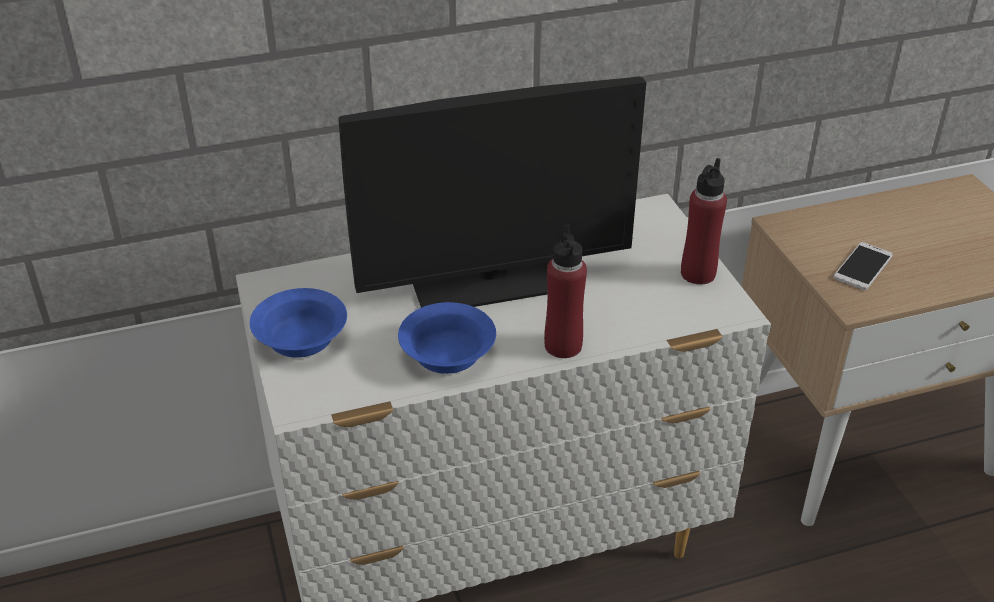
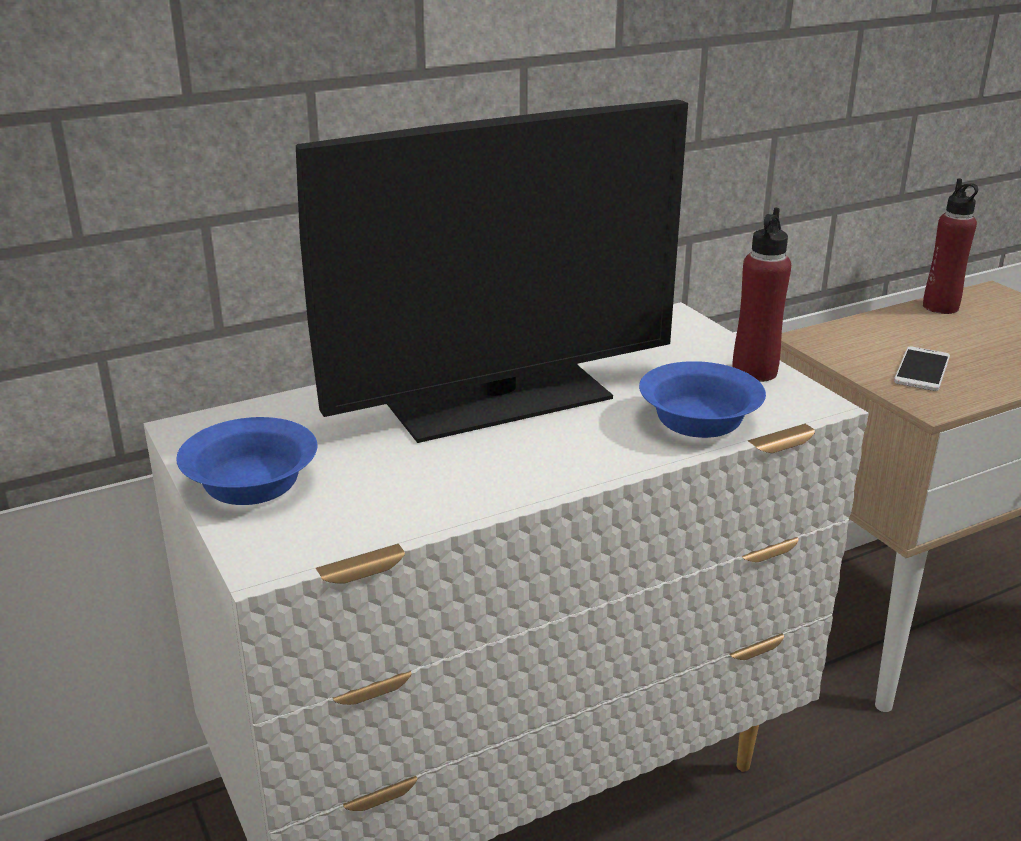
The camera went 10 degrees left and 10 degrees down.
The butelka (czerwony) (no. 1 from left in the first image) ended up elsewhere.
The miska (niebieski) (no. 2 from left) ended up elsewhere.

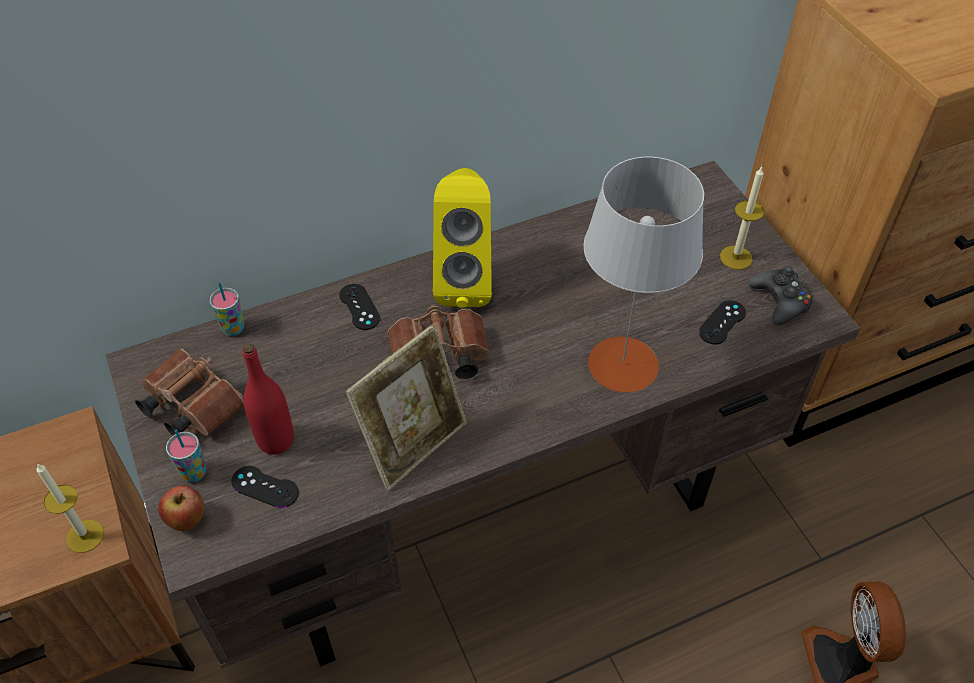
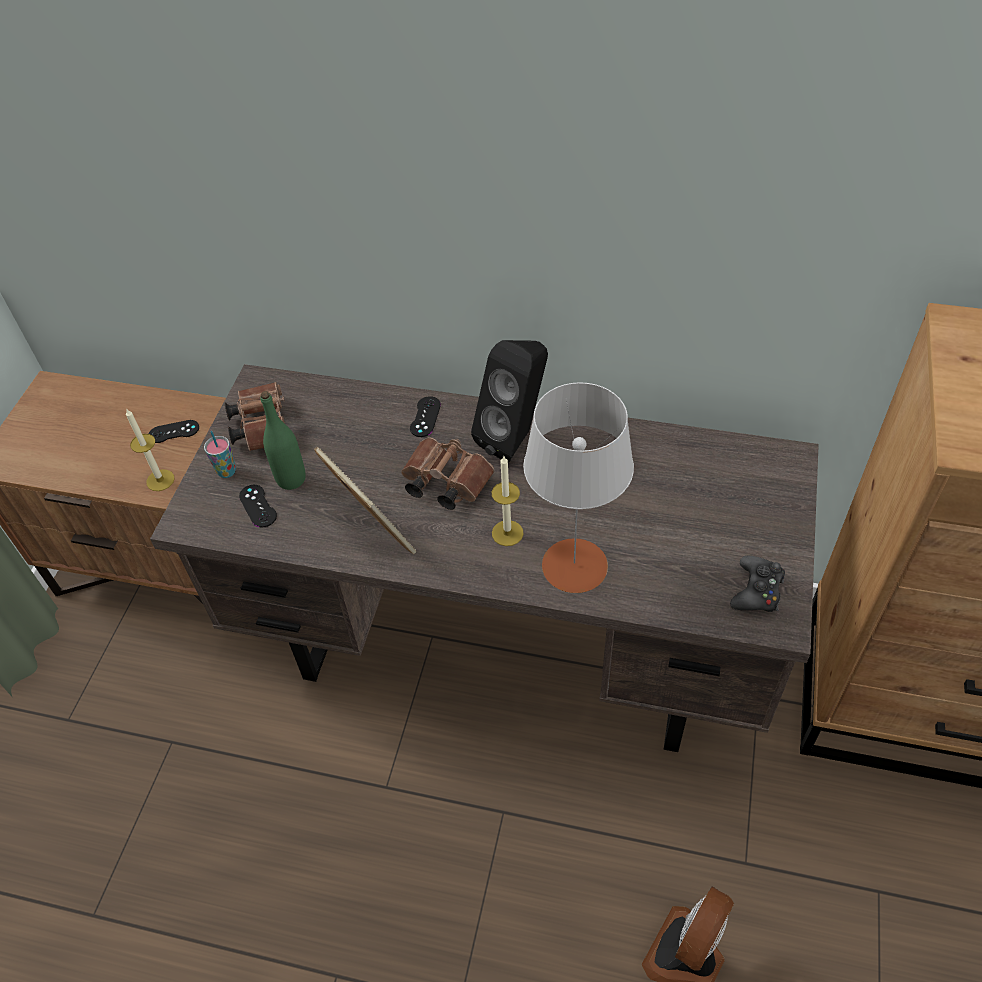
The camera went 40 degrees right and 0 degrees up.
The świeca (no. 2 from left) ended up elsewhere.
What was the głośnik (żółty) turned into the głośnik (czarny).
The second view lost the filiżanka (no. 2 from left).
The pad do gier (czarny) (no. 3 from left in the first image) ended up elsewhere.
The ramka na zdjęcie ended up facing another way, 120 degrees counterclockwise from before.
What was the butelka (czerwony) turned into the butelka (zielony).
The second view lost the jabłko.

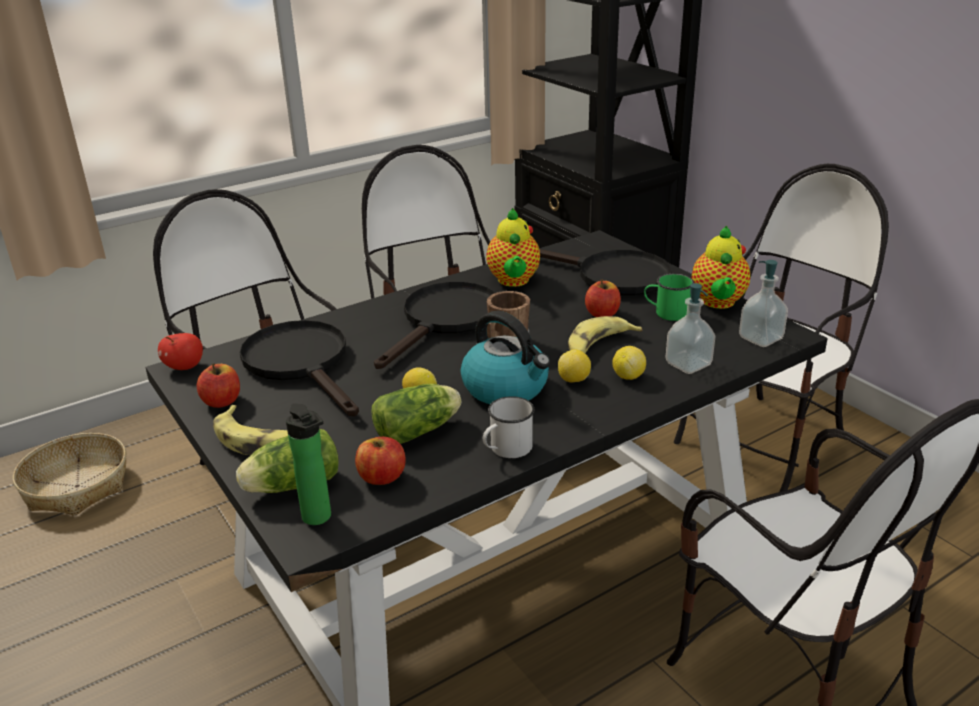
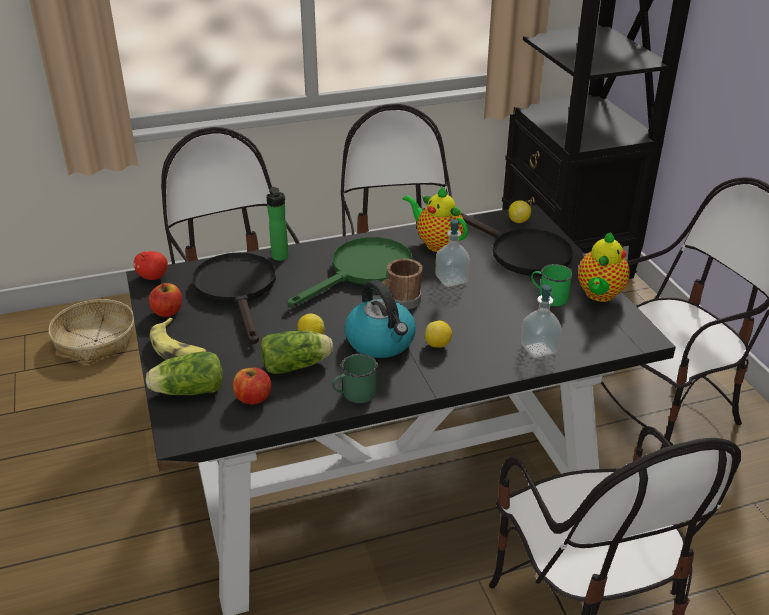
The camera went 15 degrees right and 5 degrees up.
The imbryk (no. 1 from left) ended up facing another way, 120 degrees clockwise from before.
The dozownik mydła (no. 2 from left in the first image) ended up elsewhere.
The second view lost the jabłko (no. 4 from left).
What was the patelnia (czarny) (no. 2 from left) turned into the patelnia (zielony).
The second view lost the banan (no. 2 from left).
The cytryna (no. 3 from left) ended up elsewhere.
What was the kubek (biały) turned into the kubek (zielony) (no. 1 from left).
The butelka ended up elsewhere.

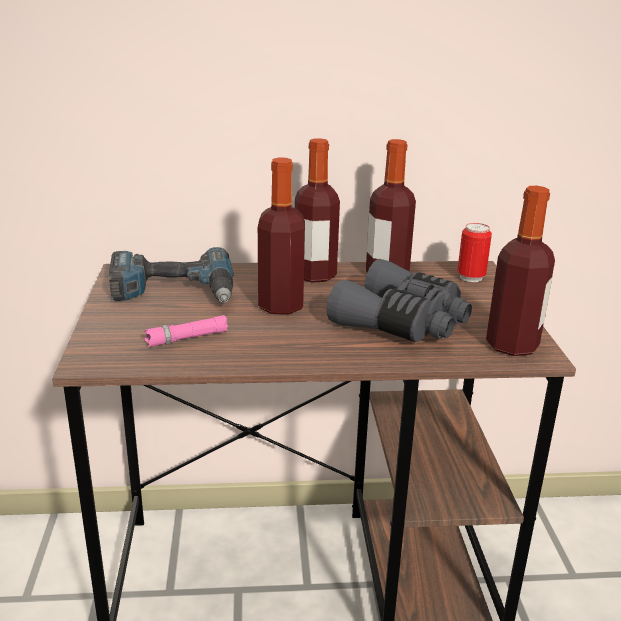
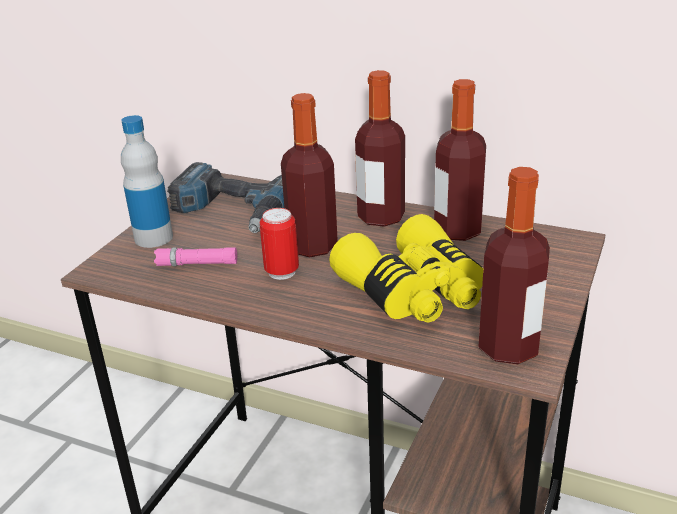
The camera went 30 degrees right and 5 degrees up.
The puszka ended up elsewhere.
What was the lornetka (szary) turned into the lornetka (żółty).
The second view gained the butelka (no. 1 from left).

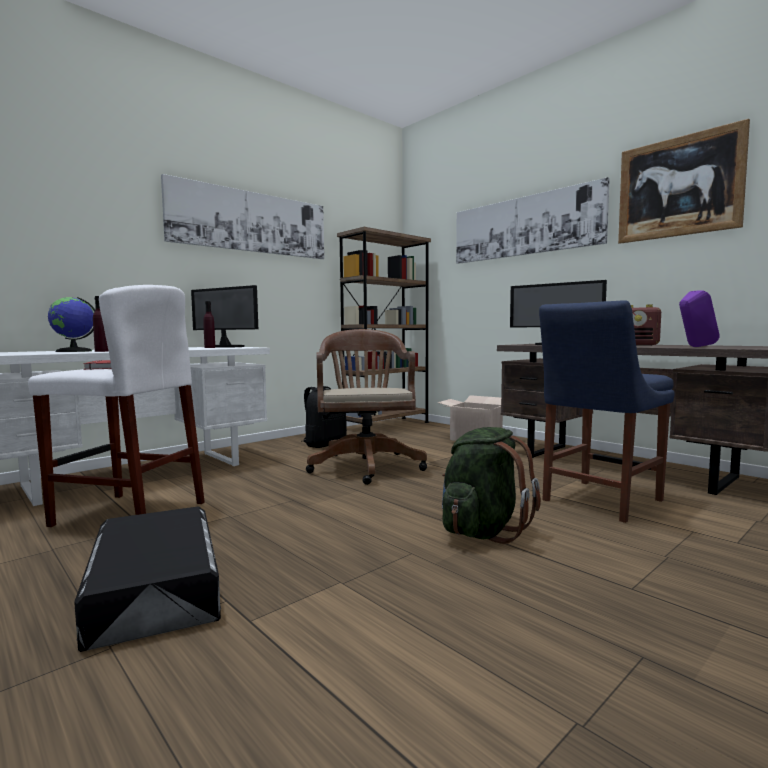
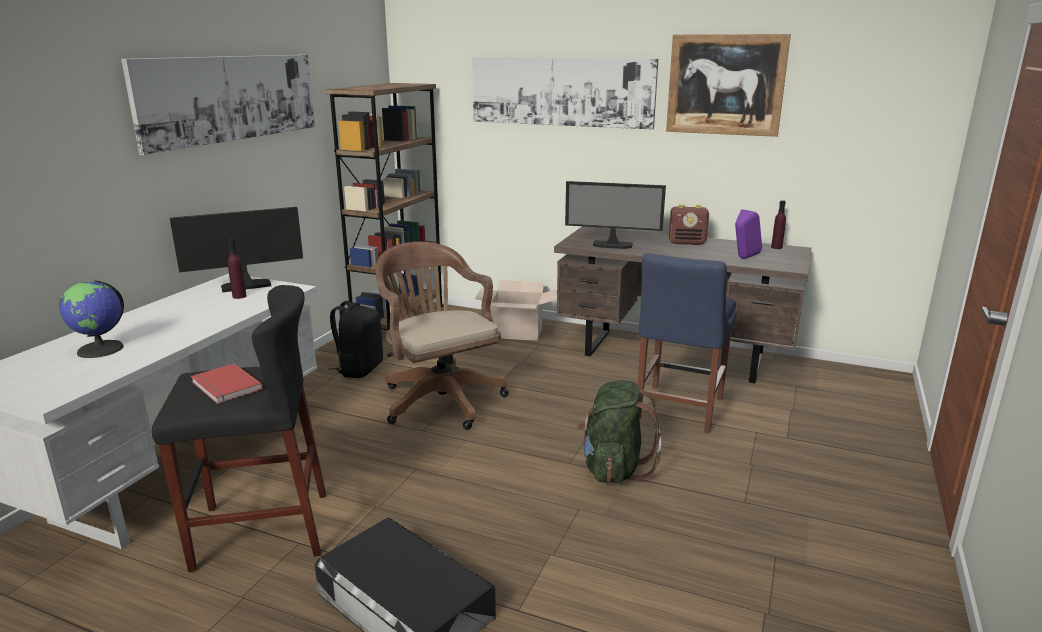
The camera went 25 degrees left and 15 degrees up.
What was the stołek (biały) turned into the stołek (czarny).
The monitor (no. 1 from left) ended up facing another way, 150 degrees clockwise from before.
The butelka (fioletowy) (no. 1 from left in the first image) ended up elsewhere.

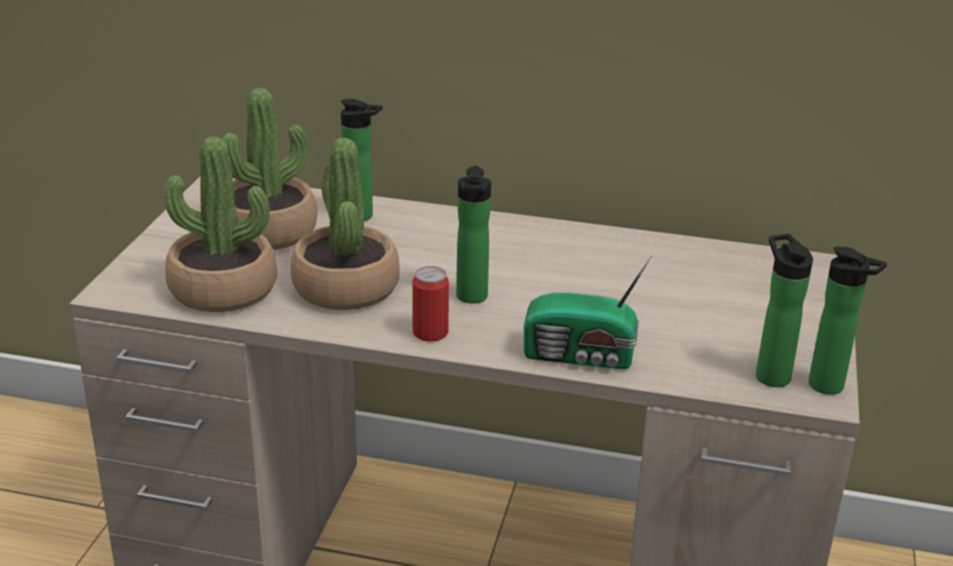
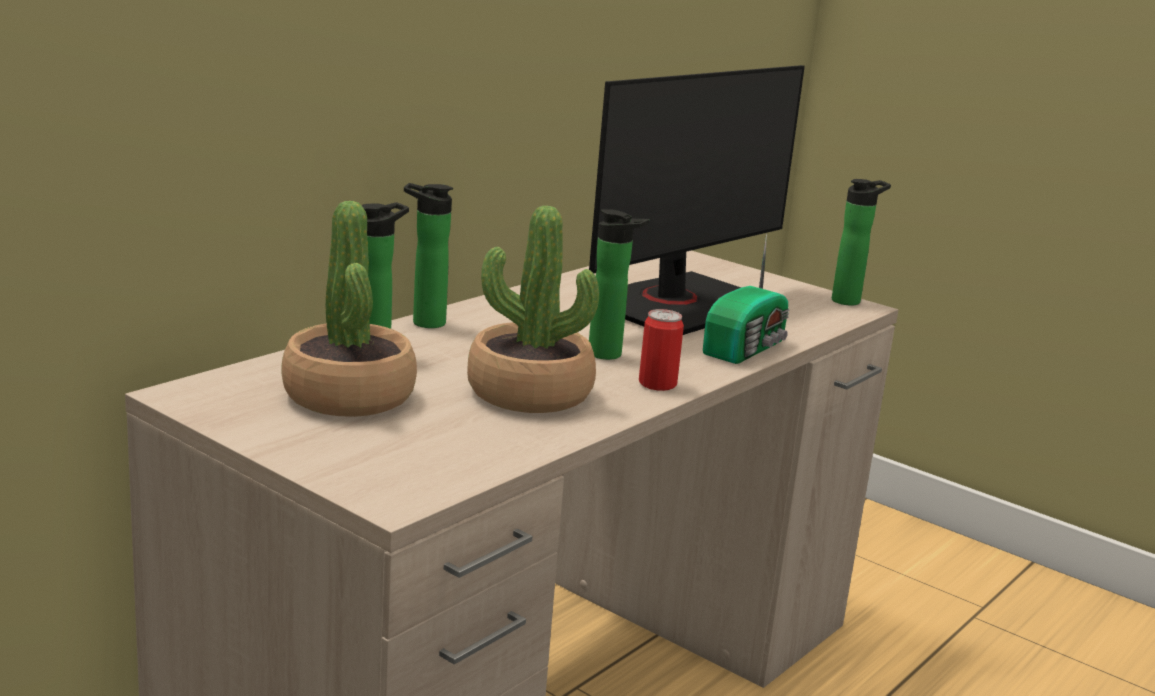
The camera went 65 degrees left and 10 degrees down.
The second view lost the roślina doniczkowa (no. 1 from left).
The butelka (no. 3 from left in the first image) ended up elsewhere.
The second view gained the monitor.

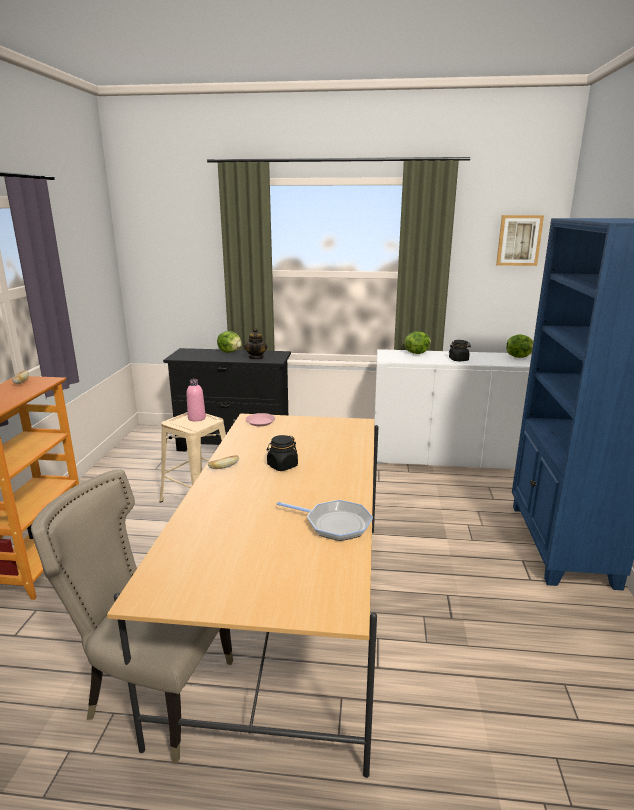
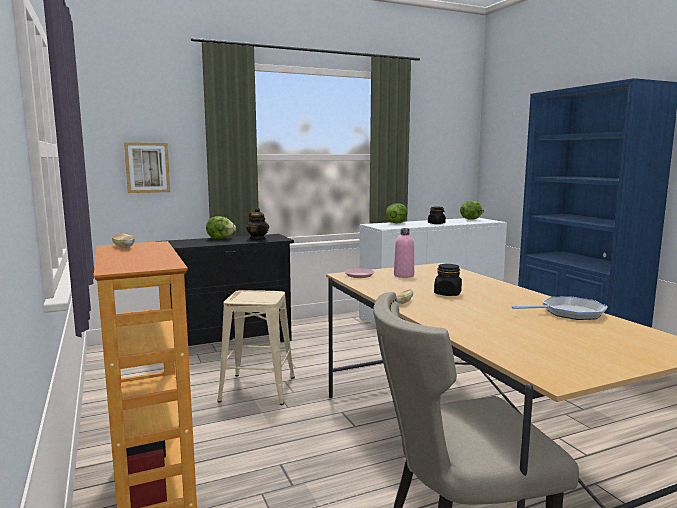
The camera went 30 degrees left and 10 degrees down.
The obraz ended up elsewhere.
The butelka (różowy) ended up elsewhere.

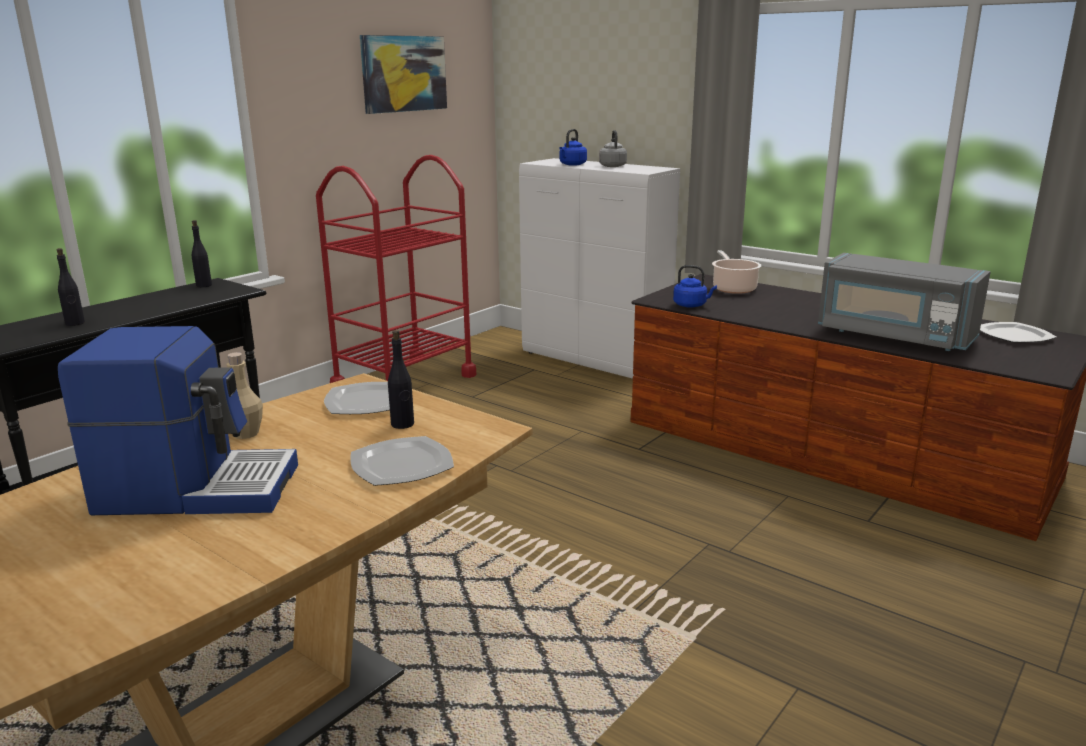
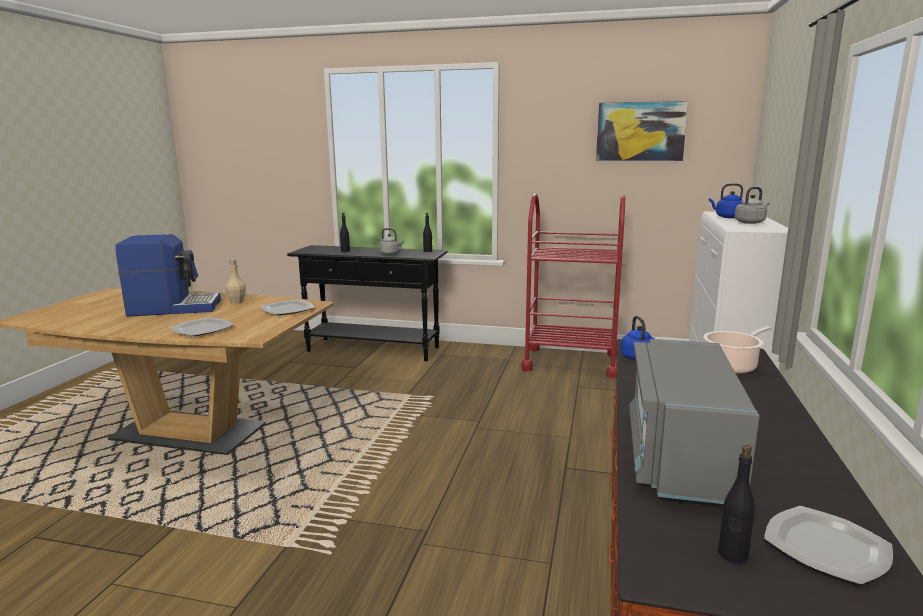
The camera went 65 degrees right and 5 degrees down.
The ekspres do kawy ended up facing another way, 75 degrees counterclockwise from before.
The butelka (czarny) (no. 3 from left) ended up elsewhere.
The second view gained the czajnik (szary) (no. 1 from left).

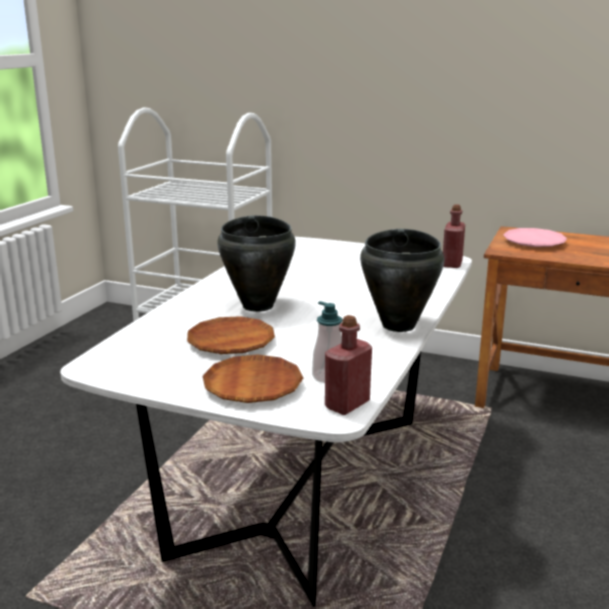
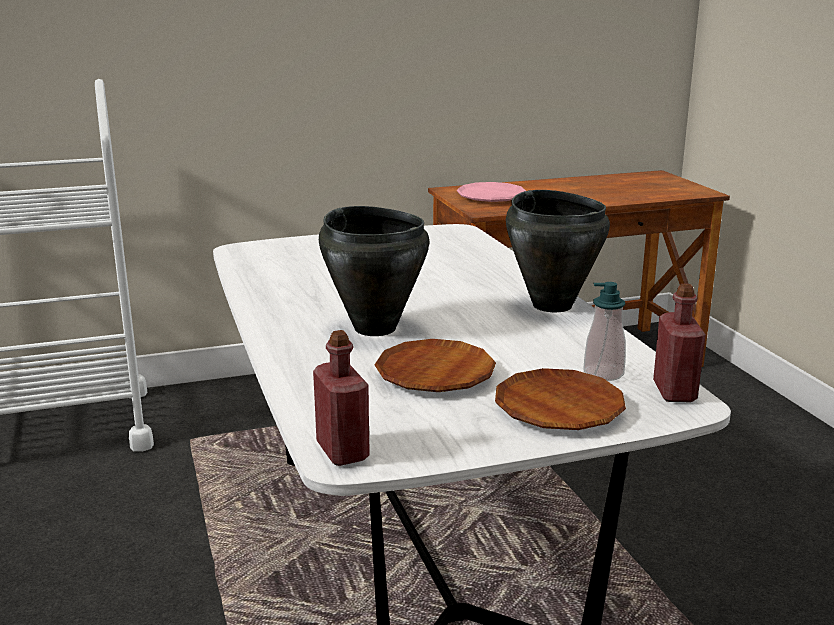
The camera went 40 degrees left and 0 degrees up.
The butelka (czerwony) (no. 2 from left in the first image) ended up elsewhere.

